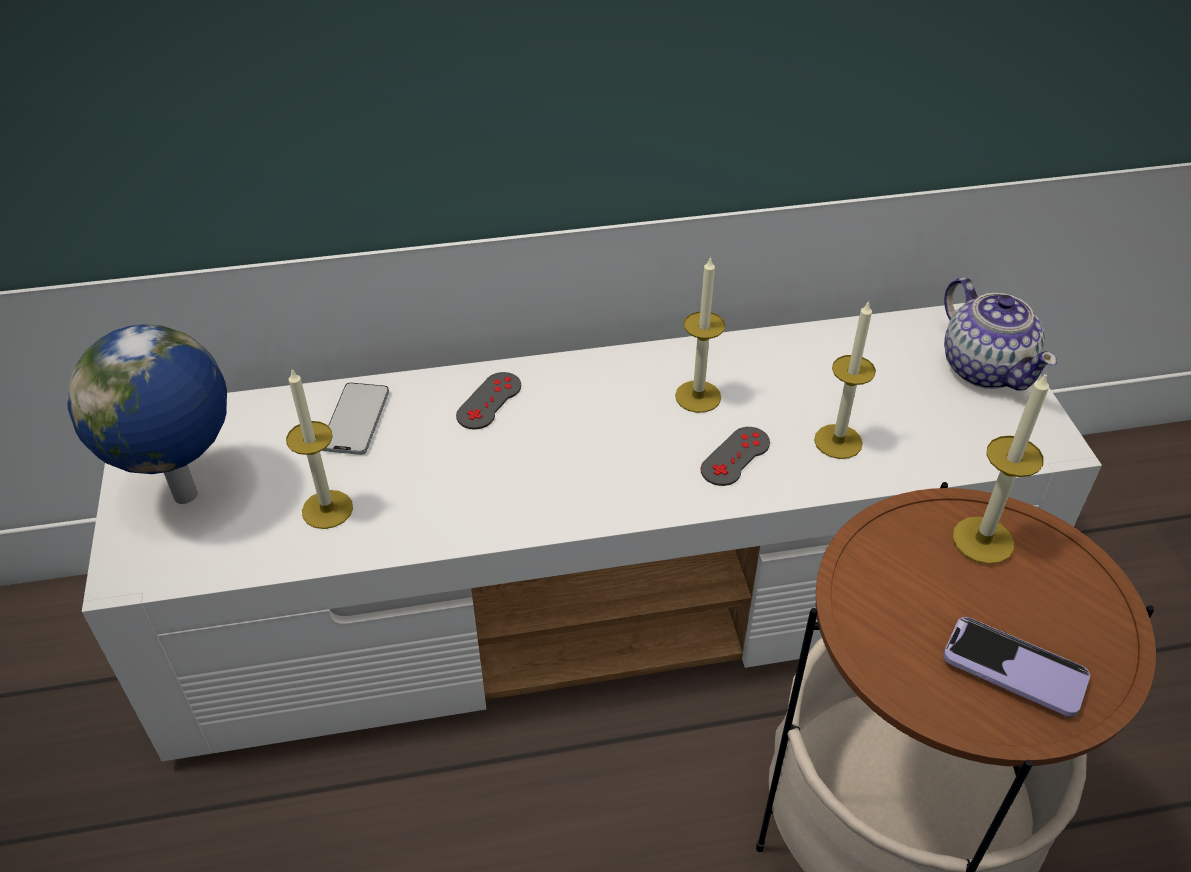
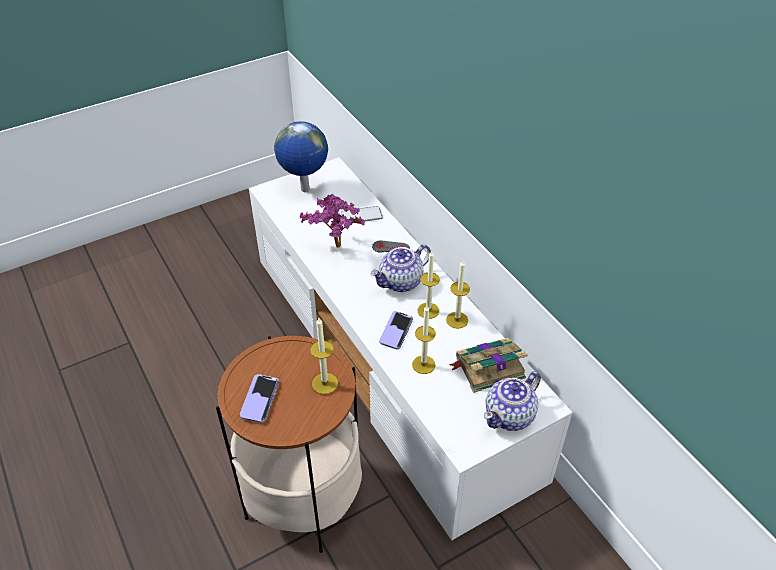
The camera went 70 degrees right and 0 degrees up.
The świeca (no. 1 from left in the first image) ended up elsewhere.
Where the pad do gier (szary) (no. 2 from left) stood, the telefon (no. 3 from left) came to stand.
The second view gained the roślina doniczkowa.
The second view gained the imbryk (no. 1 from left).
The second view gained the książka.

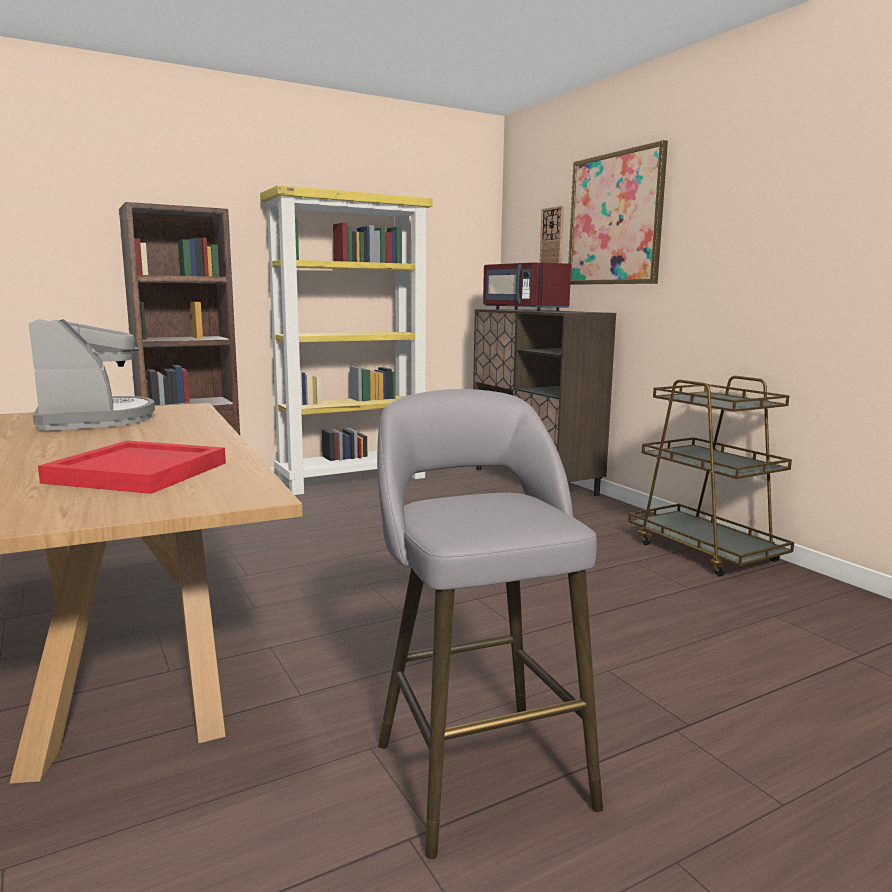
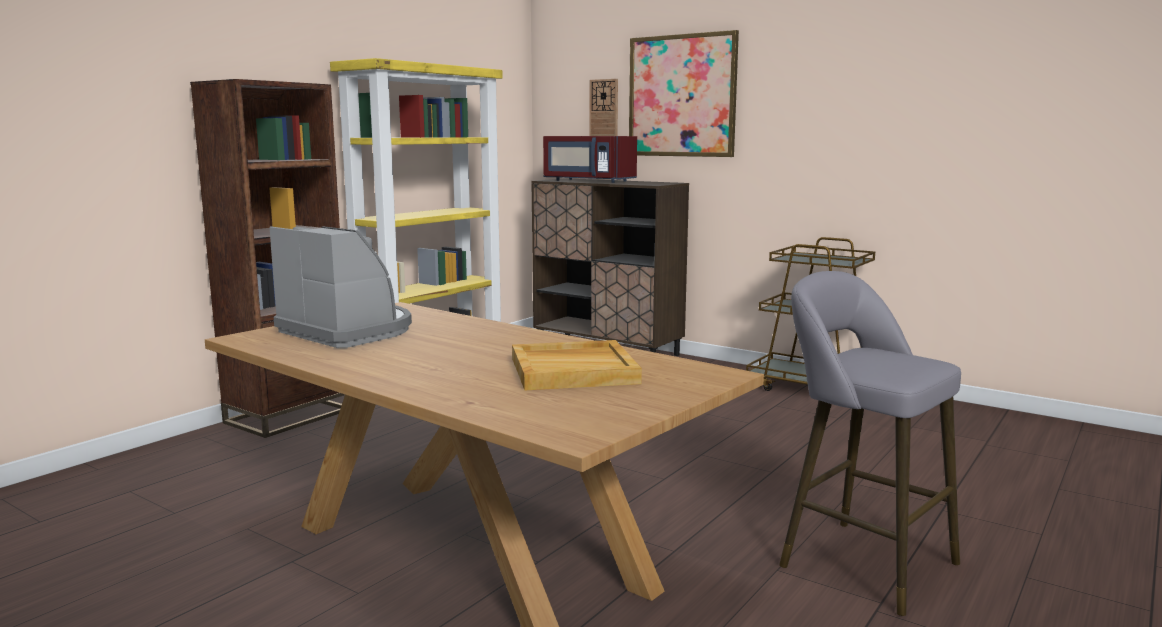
The camera went 25 degrees left and 0 degrees up.
What was the taca (czerwony) turned into the taca (beżowy).

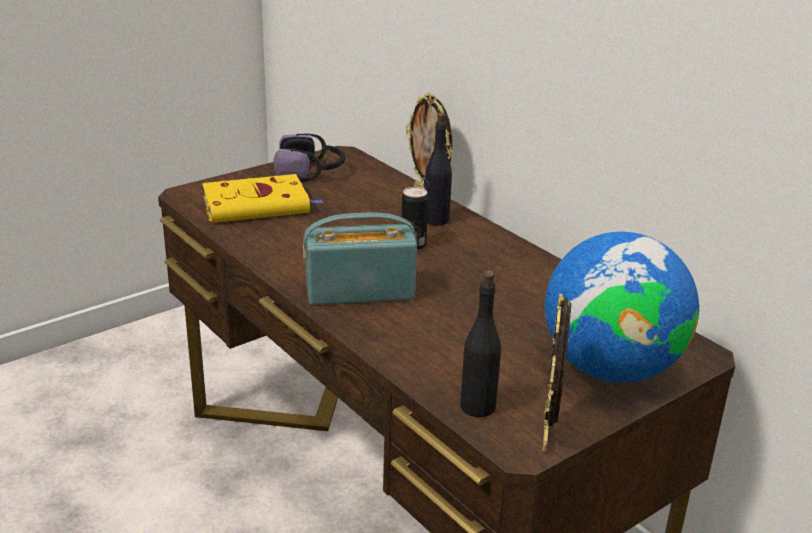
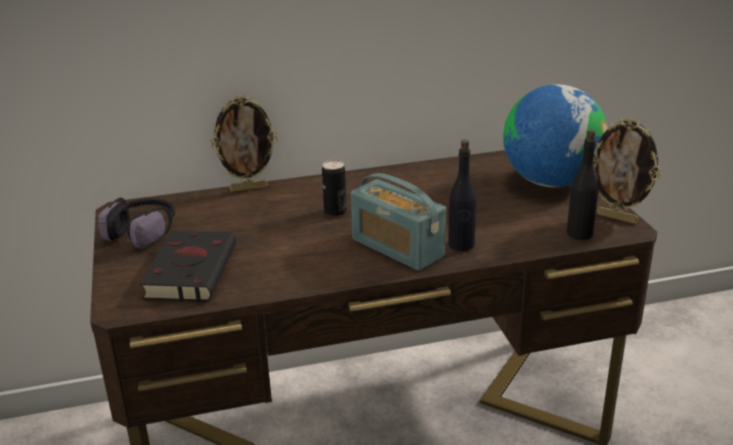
The camera went 65 degrees left and 0 degrees up.
The butelka (czarny) (no. 1 from left) ended up elsewhere.
What was the książka (żółty) turned into the książka (czarny).
The radio ended up facing another way, 60 degrees counterclockwise from before.

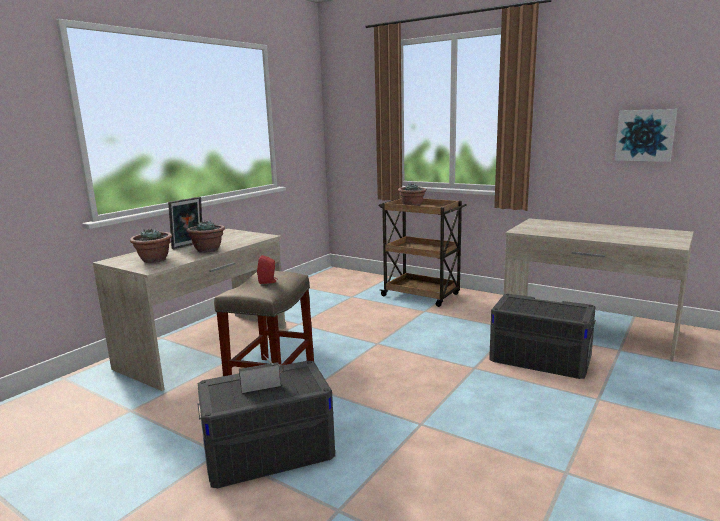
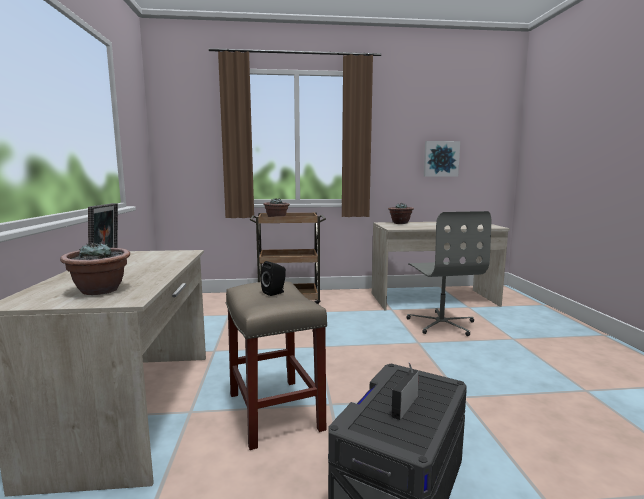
The camera went 40 degrees left and 5 degrees down.
The roślina doniczkowa (no. 2 from left in the first image) ended up elsewhere.
What was the głośnik (czerwony) turned into the głośnik (czarny).
Where the pojemnik do przechowywania (szary) (no. 2 from left) stood, the krzesło biurowe (szary) came to stand.

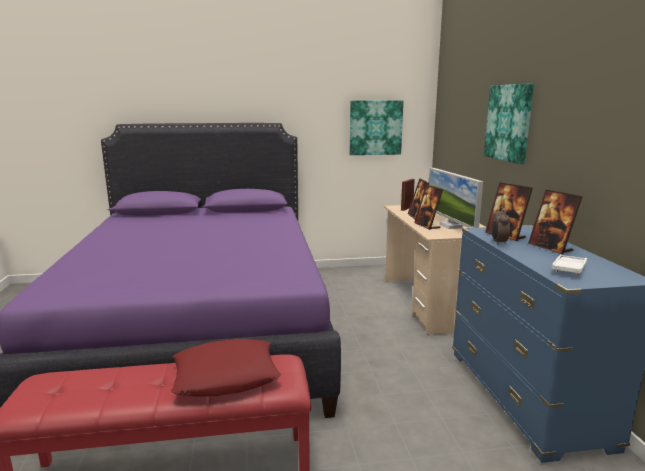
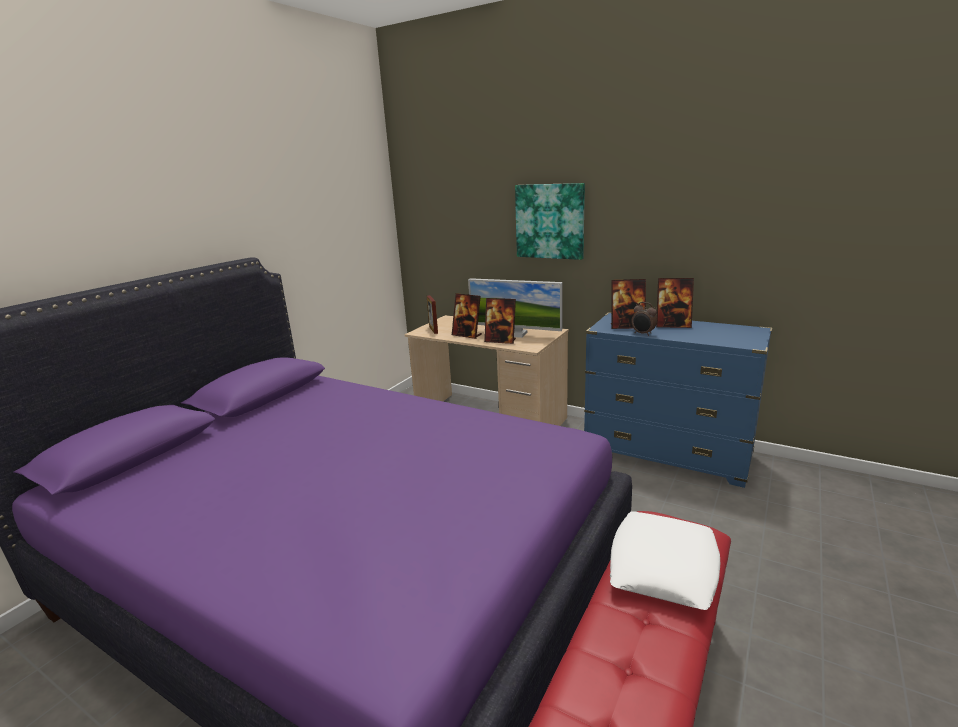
The camera went 50 degrees left and 5 degrees up.
The second view lost the obraz (no. 1 from left).
The second view lost the taca (biały).
What was the poduszka (czerwony) turned into the poduszka (biały).

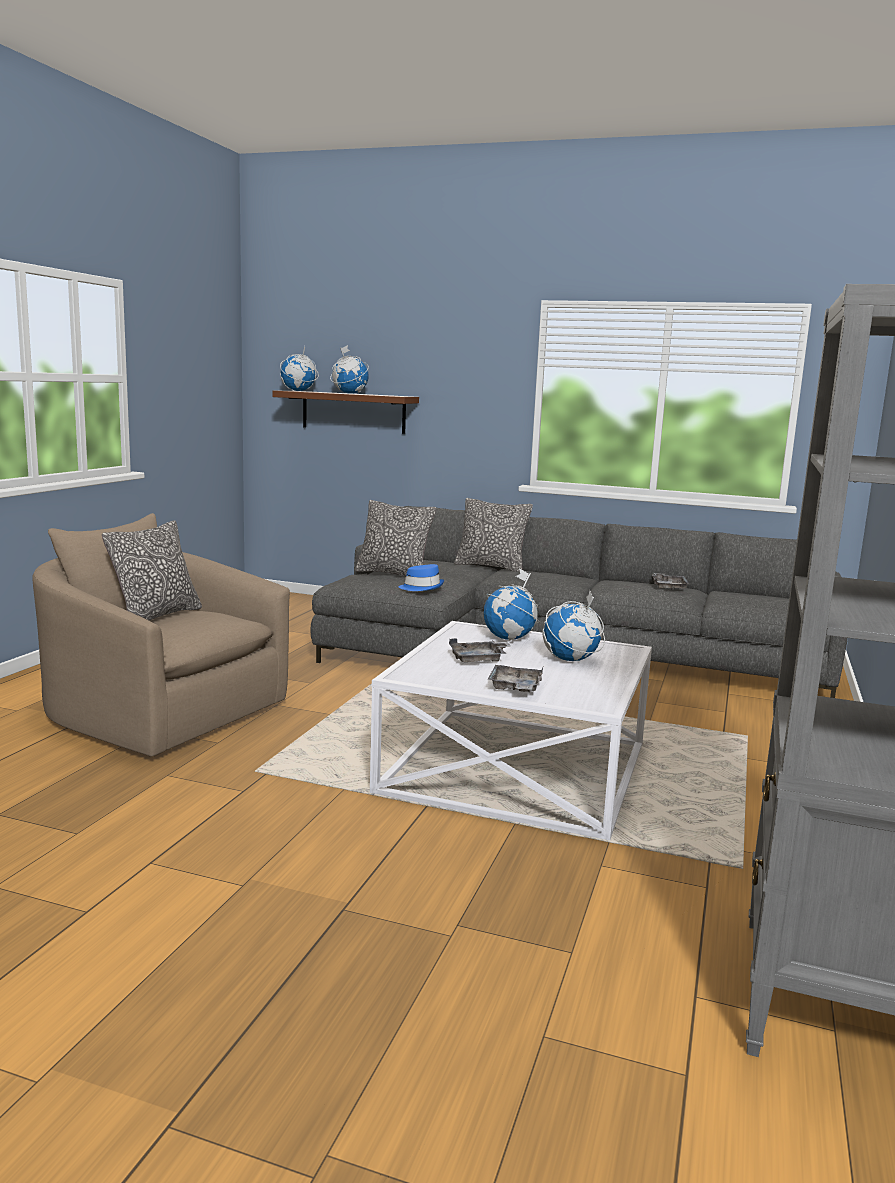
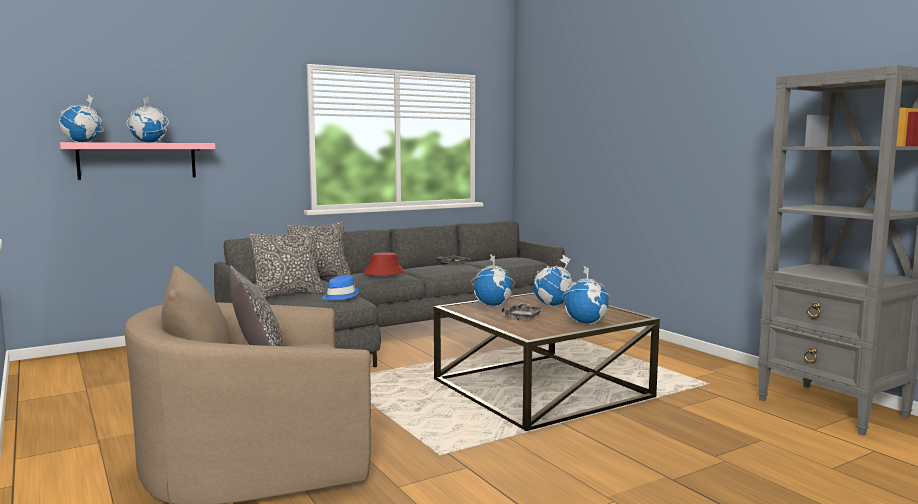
The camera went 50 degrees left and 5 degrees down.
What was the półka (brązowy) turned into the półka (różowy).
What was the ława (biały) turned into the ława (brązowy).
Where the taca (szary) (no. 2 from left) stood, the globus (no. 5 from left) came to stand.
The second view gained the kapelusz (czerwony).

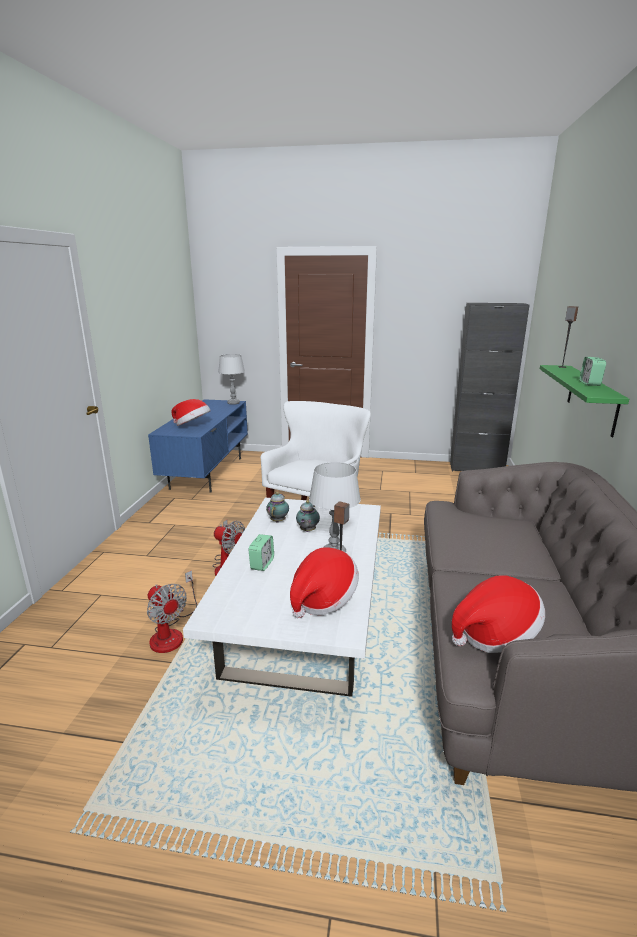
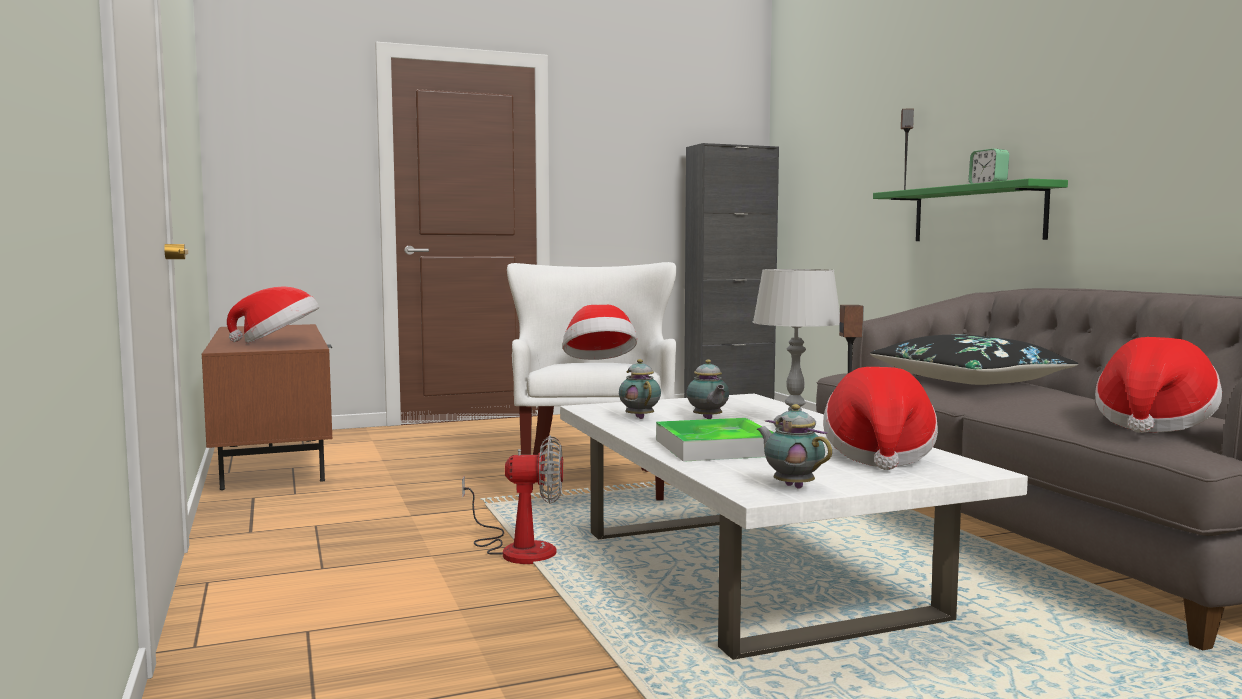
The camera went 30 degrees left and 15 degrees down.
The second view lost the lampa stołowa (szary) (no. 1 from left).
What was the szafka pod telewizor (niebieski) turned into the szafka pod telewizor (brązowy).
Where the budzik (no. 1 from left) stood, the taca came to stand.
The second view lost the wentylator (no. 1 from left).
The second view gained the kapelusz (no. 2 from left).
The second view gained the poduszka (czarny).
The second view gained the imbryk (no. 3 from left).

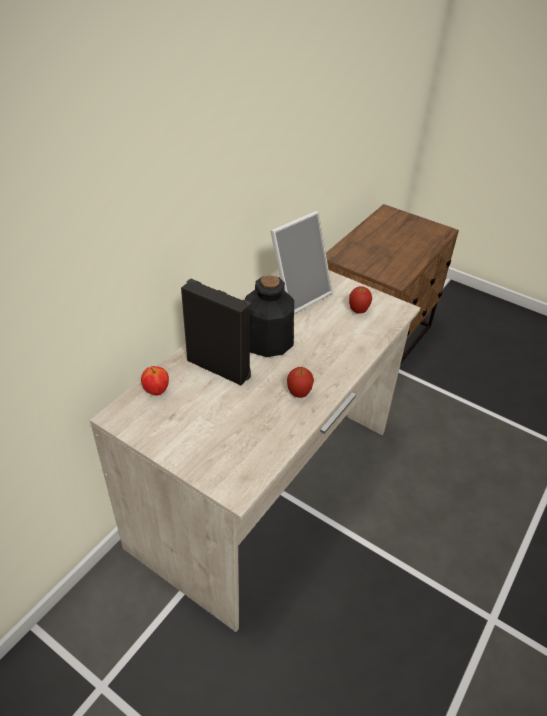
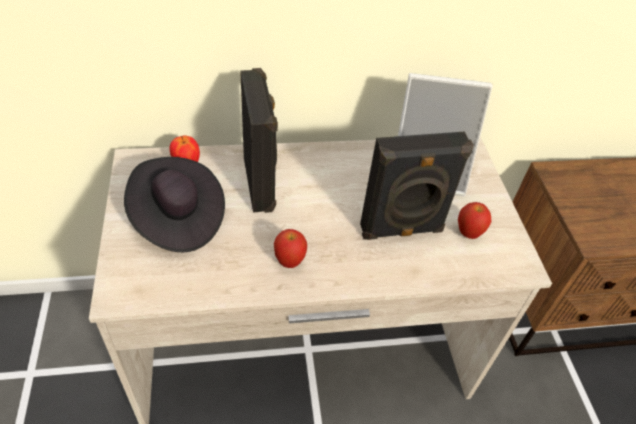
The camera went 45 degrees right and 5 degrees up.
The second view lost the butelka.
The second view gained the głośnik (czarny) (no. 2 from left).
The second view gained the kapelusz (czarny).

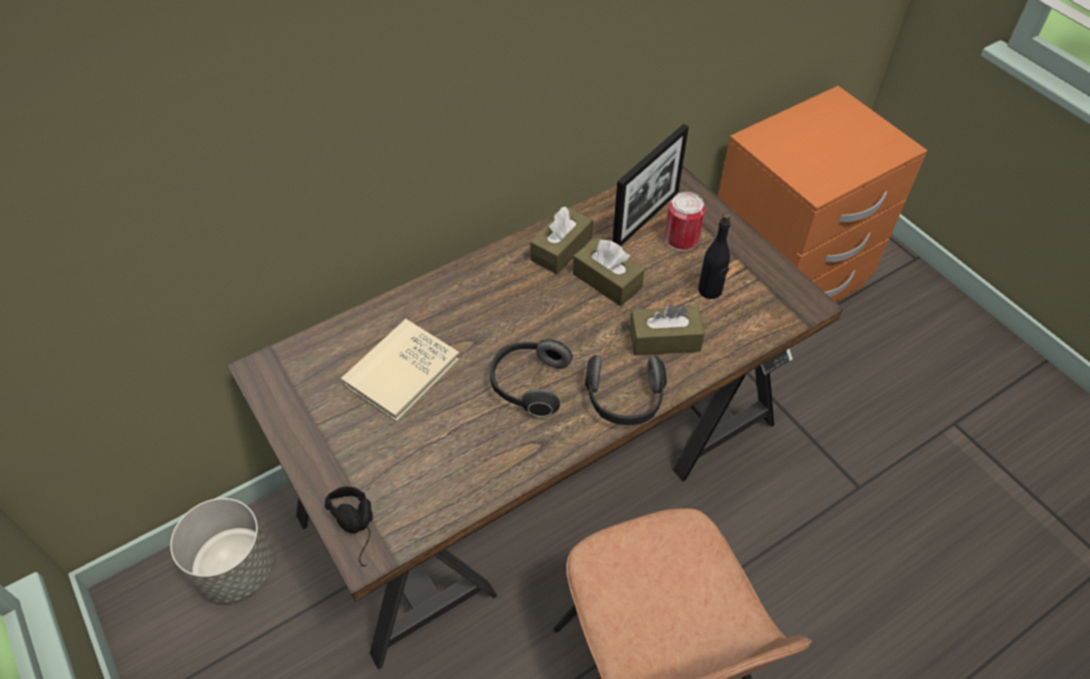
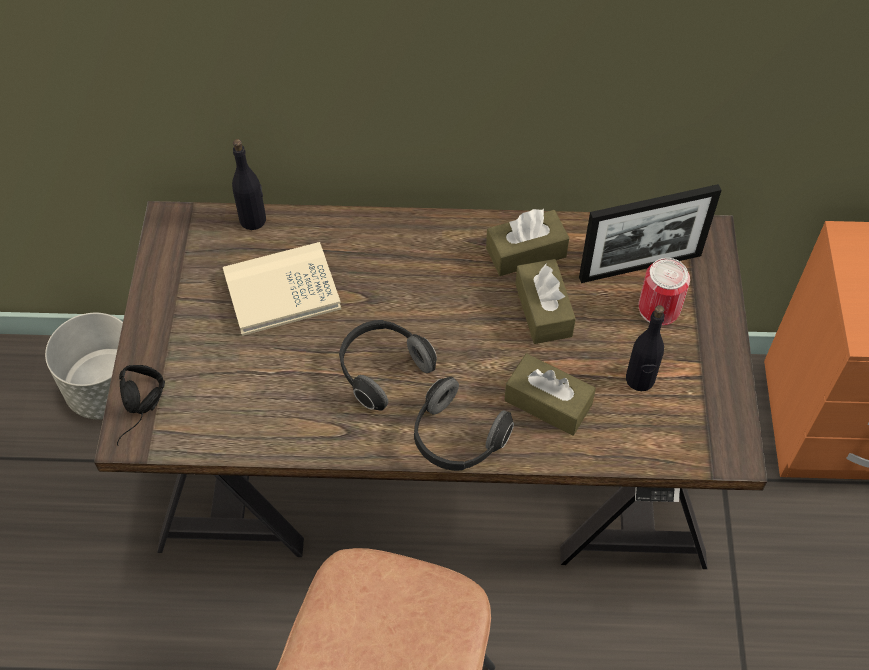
The camera went 35 degrees right and 5 degrees up.
The second view gained the butelka (czarny) (no. 1 from left).

